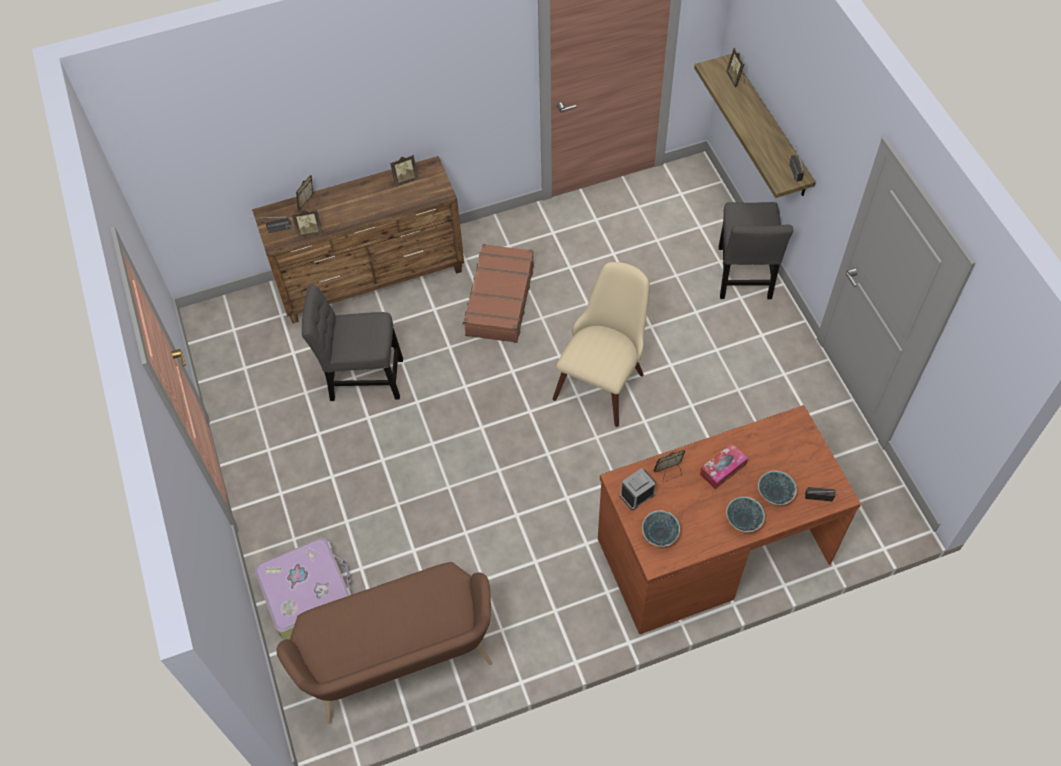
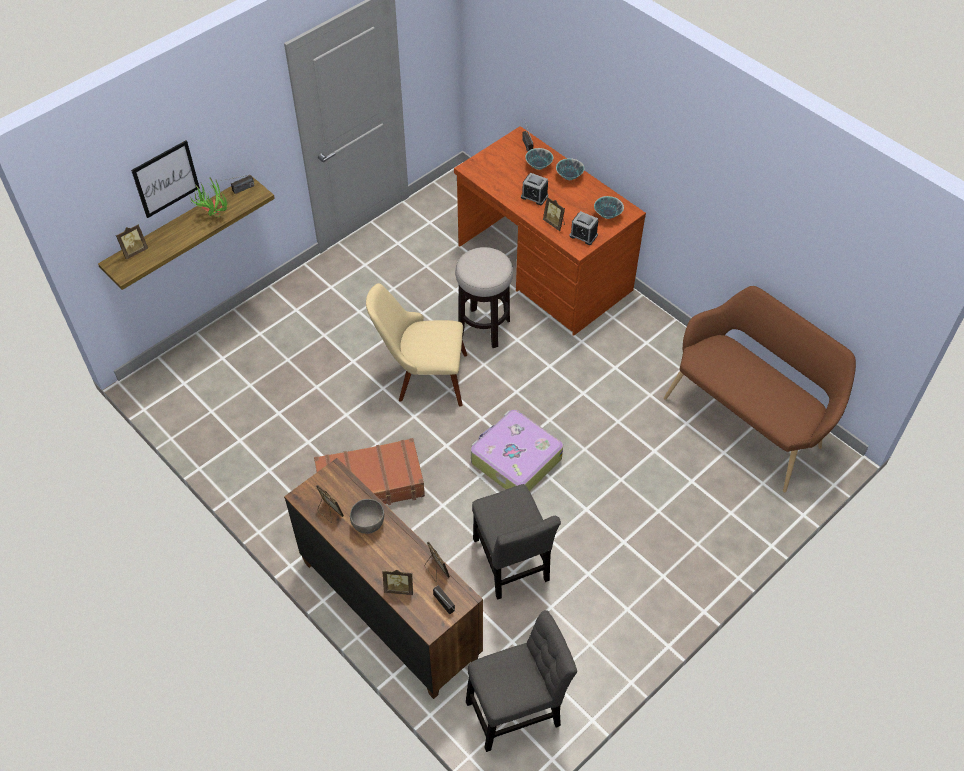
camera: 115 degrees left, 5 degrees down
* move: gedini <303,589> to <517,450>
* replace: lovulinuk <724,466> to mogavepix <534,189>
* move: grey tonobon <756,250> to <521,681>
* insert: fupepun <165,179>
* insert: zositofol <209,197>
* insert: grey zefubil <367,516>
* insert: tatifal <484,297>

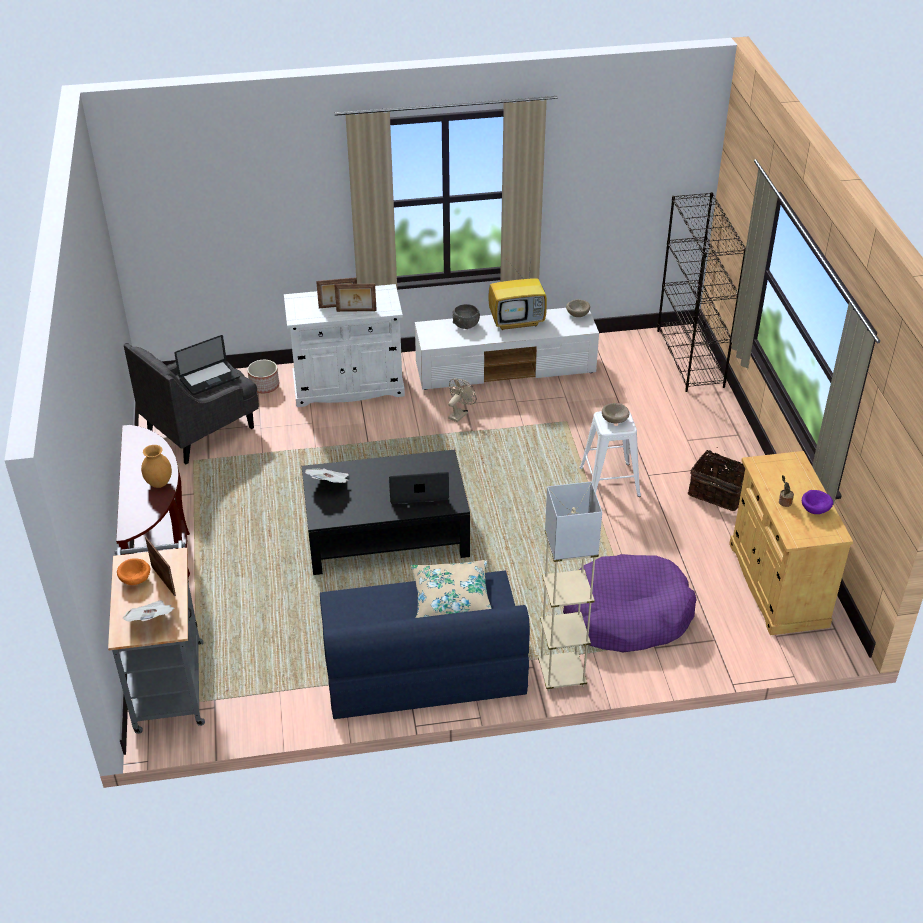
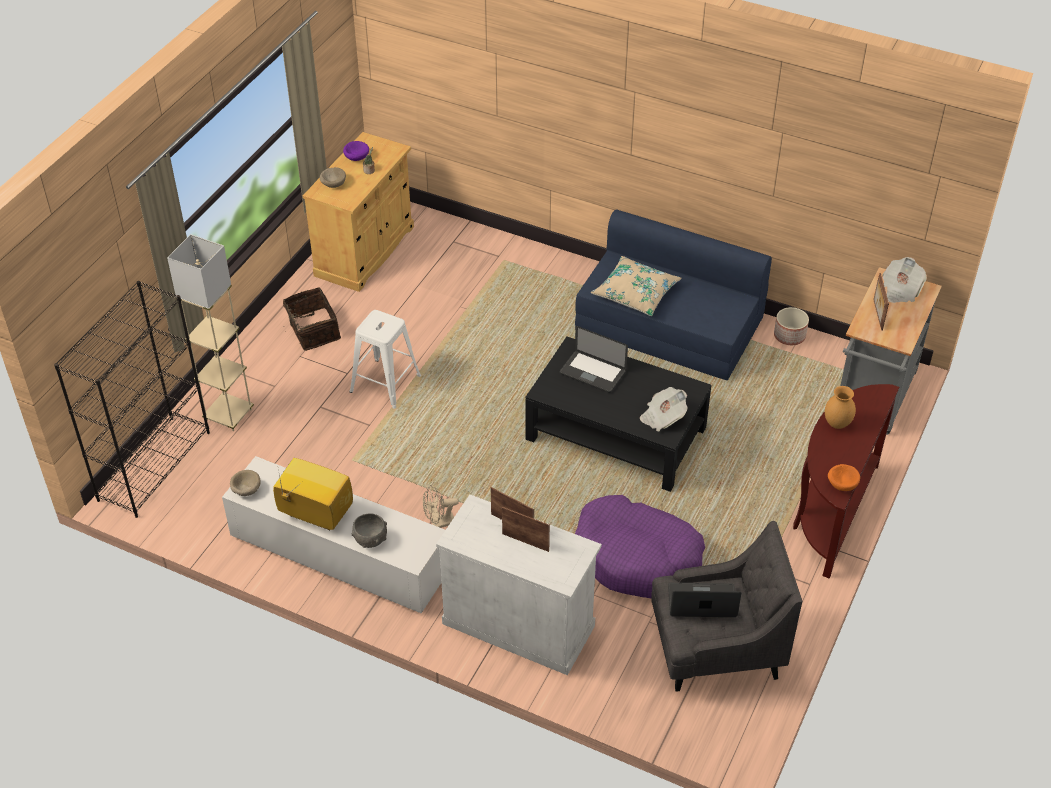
camera: 145 degrees left, 5 degrees up
* move: orange zefubil <133,571> to <844,477>
* move: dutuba <263,377> to <791,326>
* move: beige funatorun <570,586> to <210,332>
* move: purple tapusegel <630,603> to <640,546>
* move: beige zefubil <615,413> to <333,177>

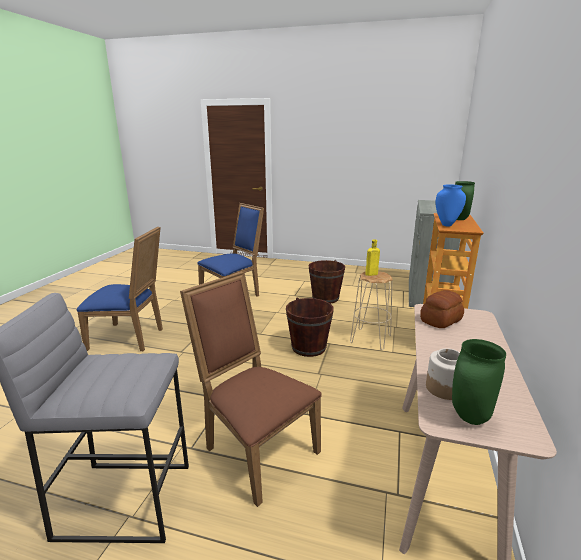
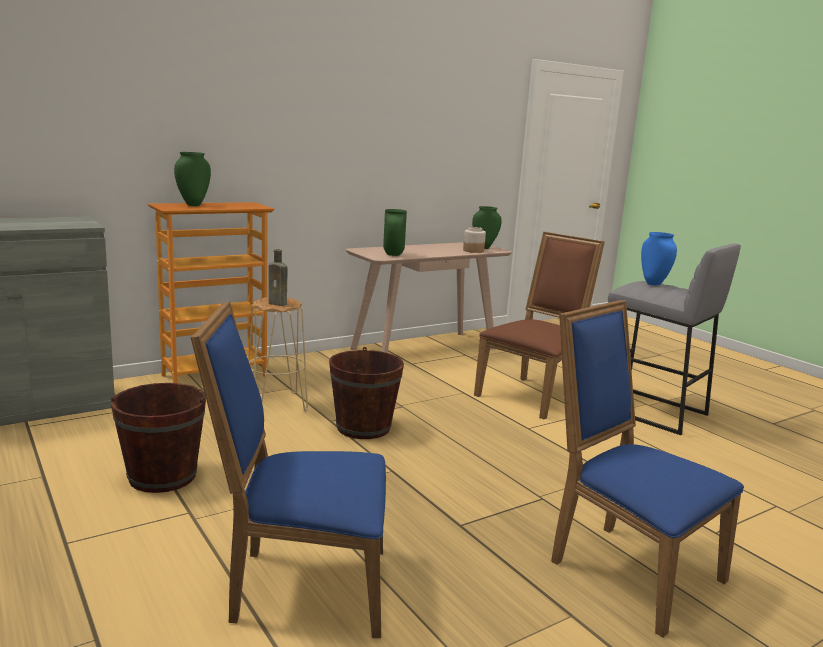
camera: 140 degrees left, 5 degrees down
* rotate: brown tonobon <251,389> = <539,325> 135 degrees counterclockwise
* recolor: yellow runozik <372,257> to brown runozik <277,277>
* replace: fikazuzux <442,309> to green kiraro <395,232>
* move: blue kiraro <450,206> to <659,259>

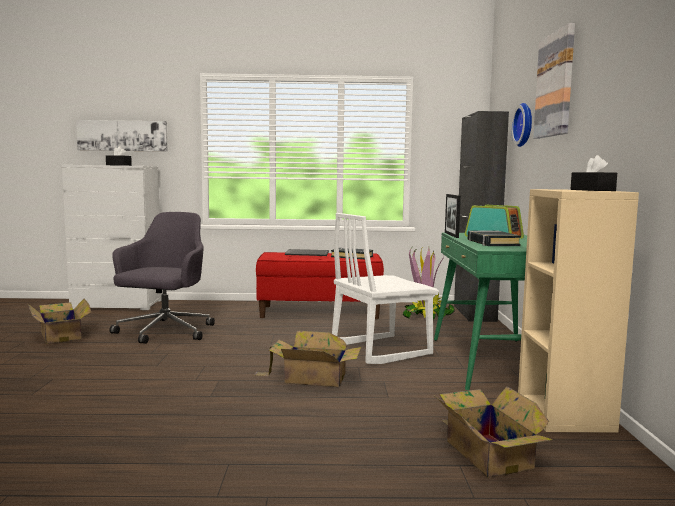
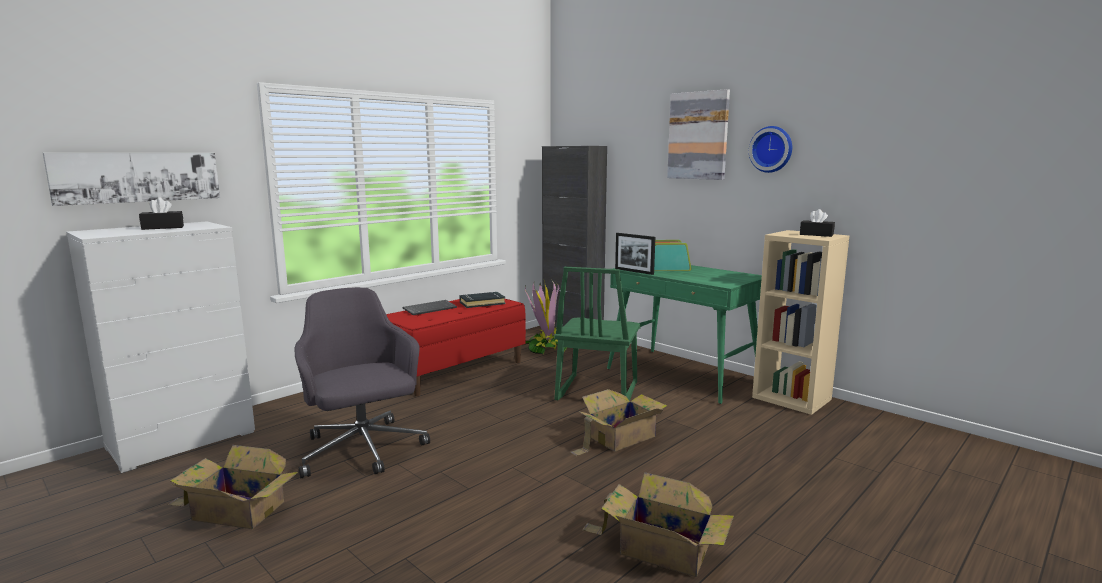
camera: 45 degrees left, 5 degrees up
* recolor: white tonobon <385,288> to green tonobon <597,334>
* move: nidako <494,431> to <658,524>
* delete: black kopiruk <494,238>
* move: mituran <522,125> to <770,149>

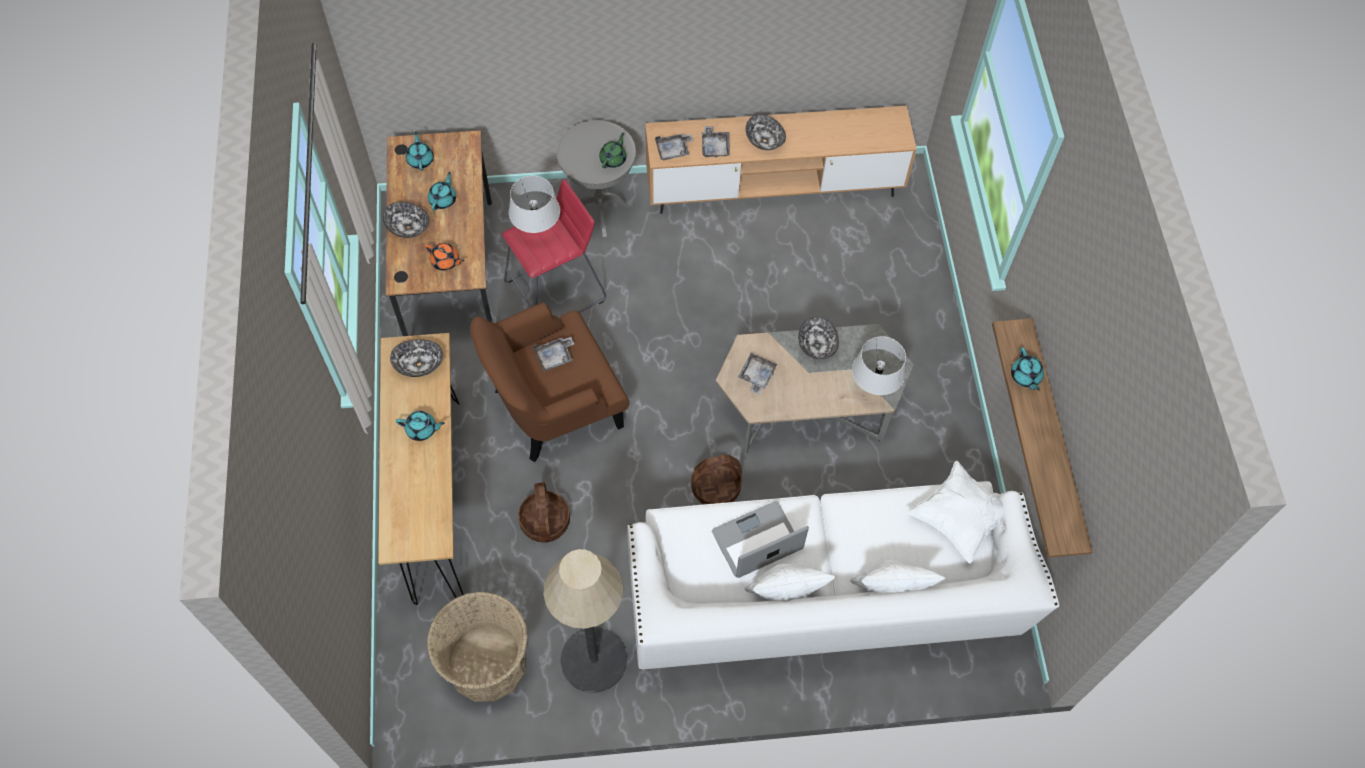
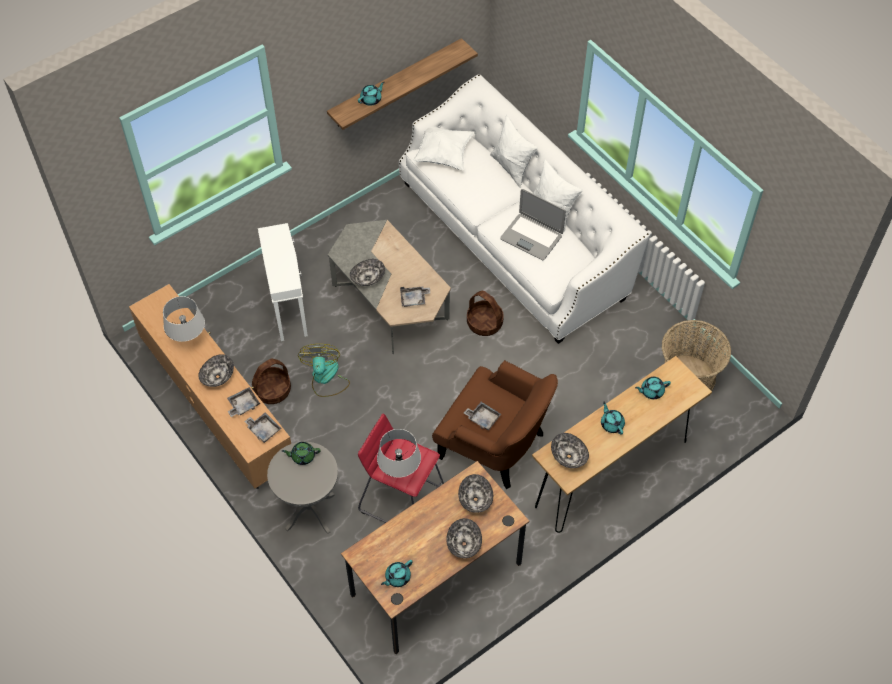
camera: 120 degrees left, 5 degrees down
* replace: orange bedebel <444,257> to zefubil <475,493>
* move: turquoise bedebel <442,191> to <653,388>
* move: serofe <544,513> to <271,381>
* delete: funatorun <585,621>
* move: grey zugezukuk <879,365> to <184,319>
* insert: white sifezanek <283,282>
* insert: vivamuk <324,370>

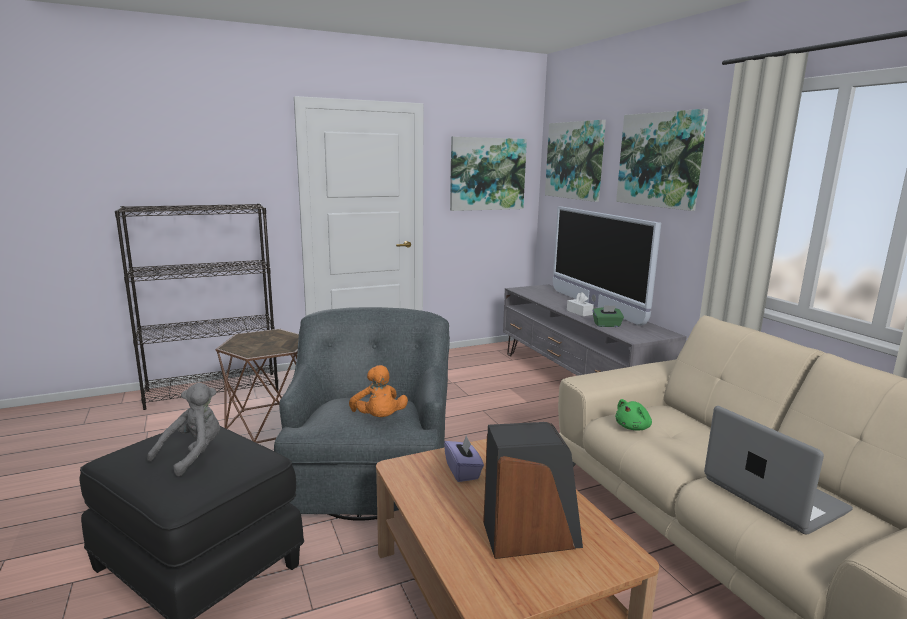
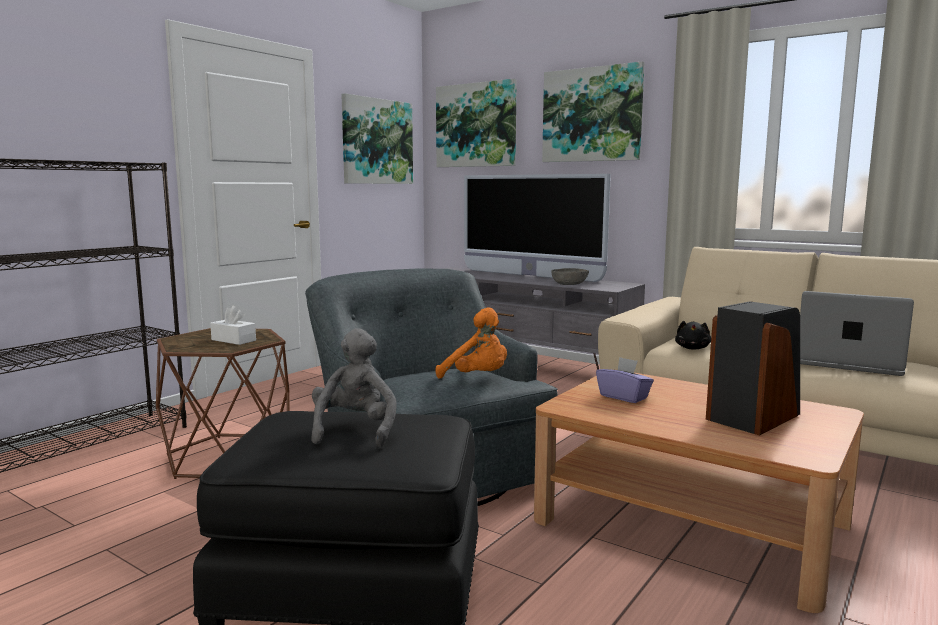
camera: 30 degrees left, 5 degrees down
* move: white lovulinuk <580,304> to <233,325>
* replace: green lovulinuk <608,316> to grey zefubil <570,276>
* recolor: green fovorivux <633,415> to black fovorivux <693,335>

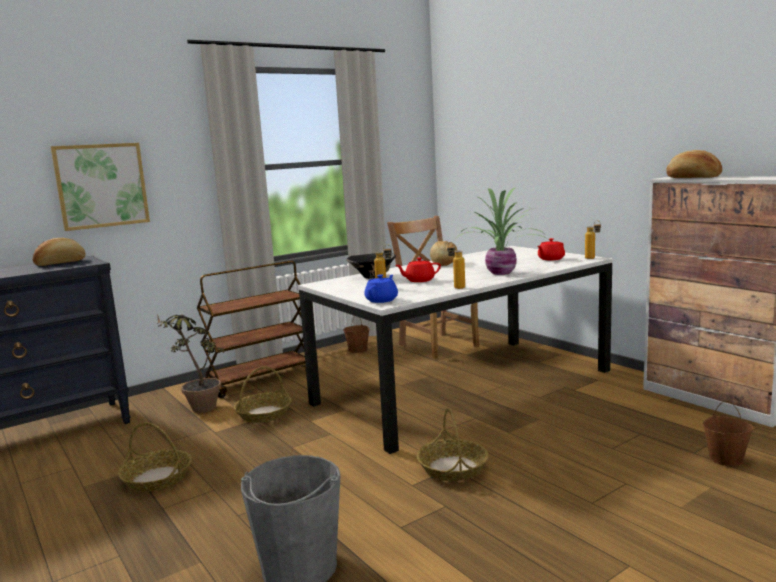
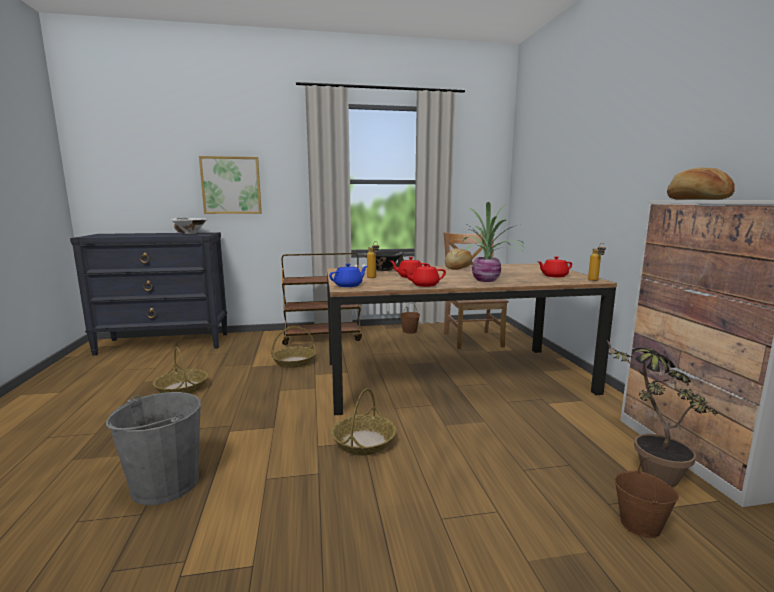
camera: 25 degrees right, 0 degrees up
* replace: fikazuzux <59,252> to white zefubil <189,226>
* move: zositofol <191,363> to <662,413>
* recolor: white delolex <455,350> to brown delolex <472,339>
* replace: runozik <456,265> to red bedebel <424,275>

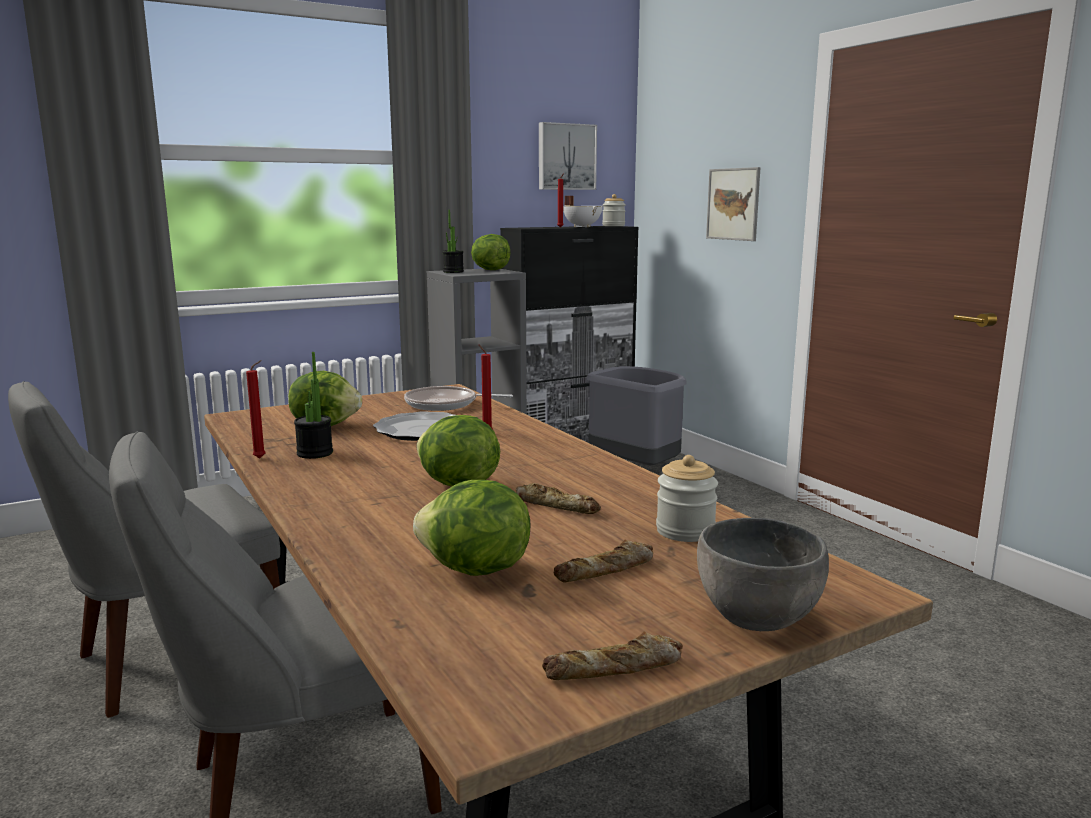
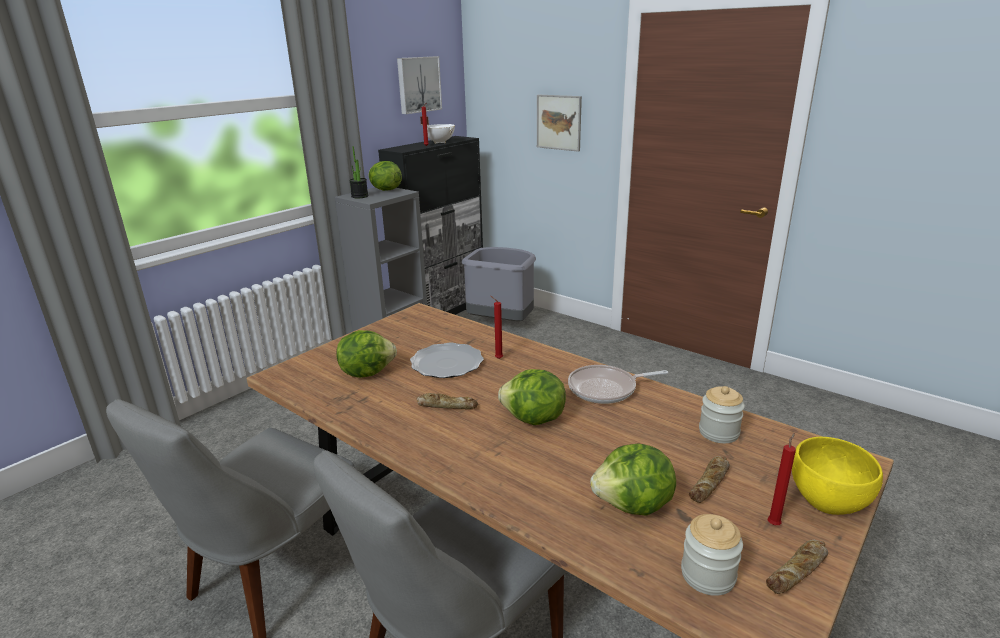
camera: 20 degrees left, 10 degrees up
* move: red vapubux <256,409> to <782,479>
* delete: zositofol <313,405>
* move: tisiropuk <458,398> to <618,384>
* move: fikazuzux <558,498> to <447,401>
* move: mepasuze <613,210> to <712,555>
* recolor: grey zefubil <763,574> to yellow zefubil <837,476>

